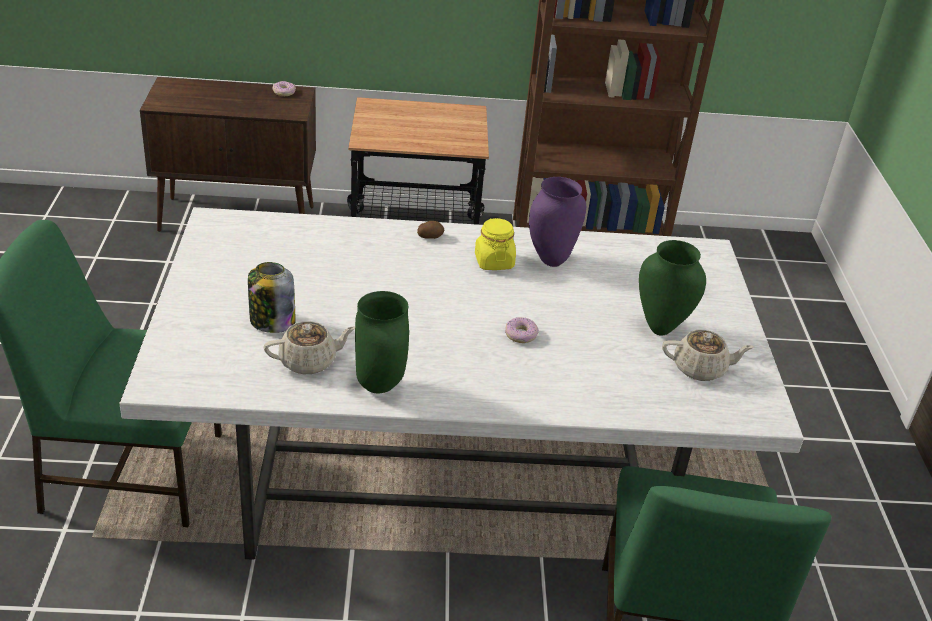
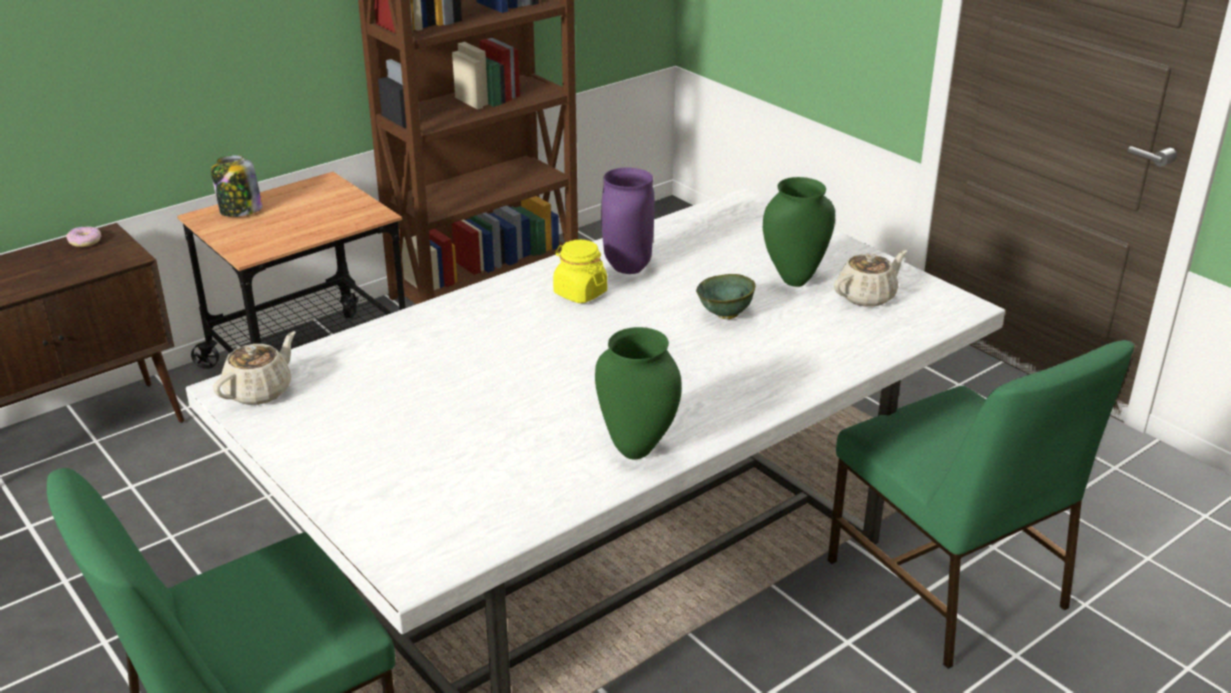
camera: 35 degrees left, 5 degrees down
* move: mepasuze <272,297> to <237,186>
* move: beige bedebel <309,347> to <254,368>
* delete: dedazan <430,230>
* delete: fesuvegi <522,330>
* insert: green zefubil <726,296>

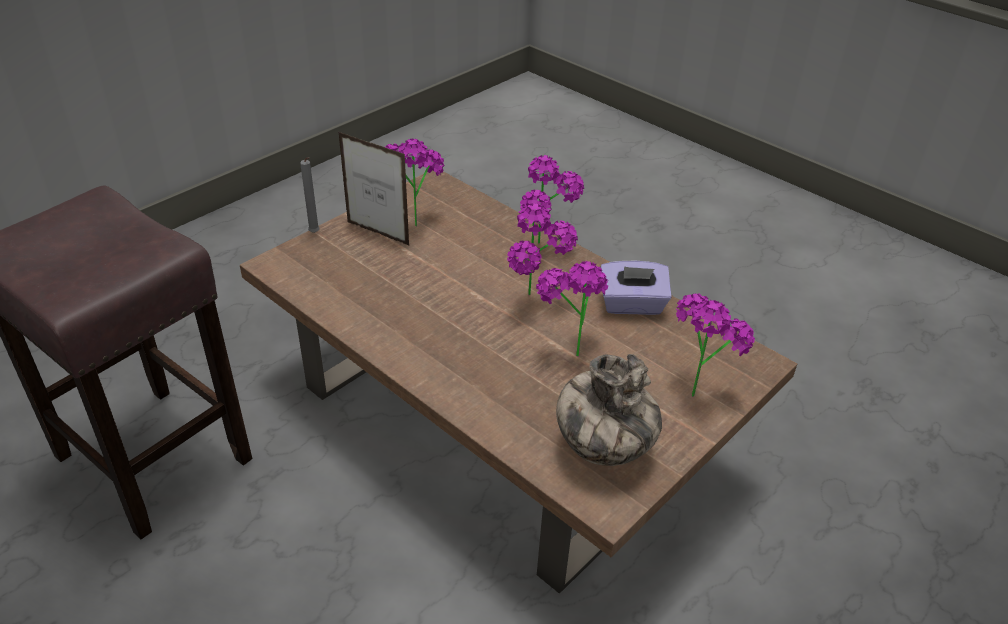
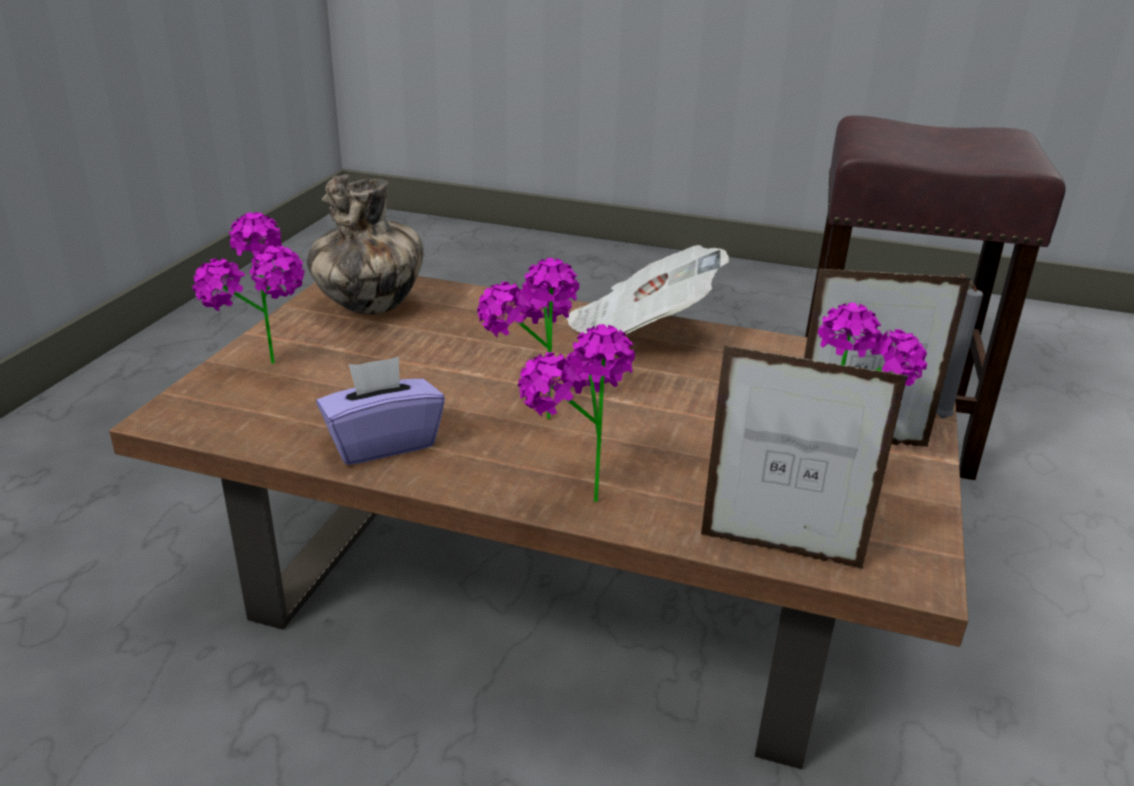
camera: 155 degrees right, 10 degrees down
* delete: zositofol <572,308>
* insert: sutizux <647,289>
* insert: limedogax <805,457>

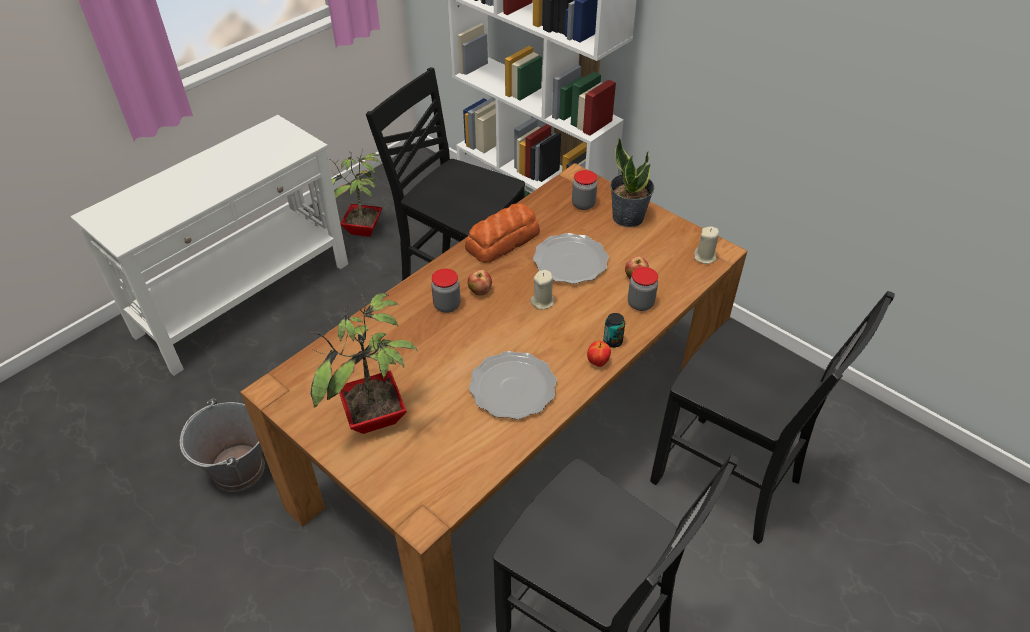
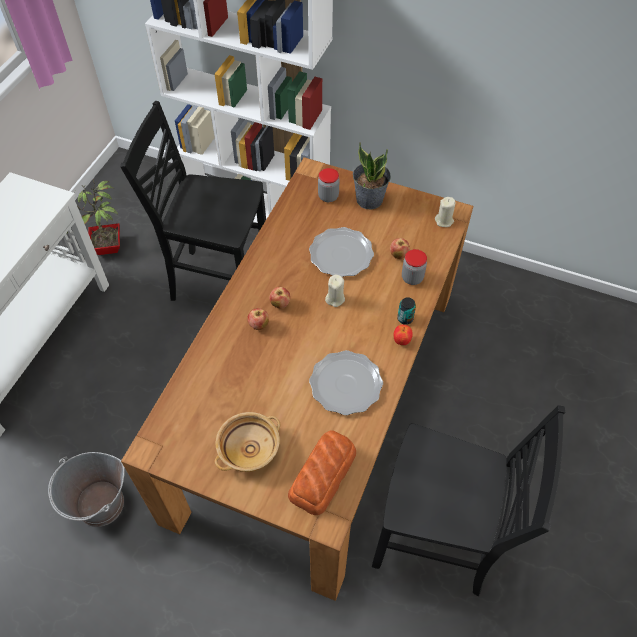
camera: 20 degrees left, 10 degrees up
* replace: zositofol <364,363> to beige zefubil <247,442>
* replace: mepasuze <445,290> to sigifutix <258,319>
* move: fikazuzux <502,233> to <322,472>
* delete: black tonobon <772,417>

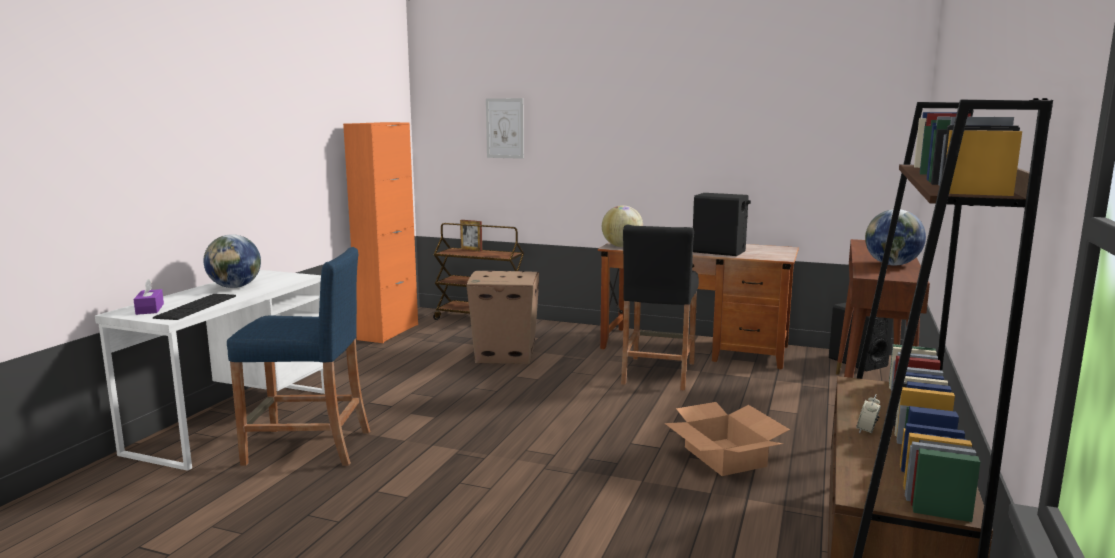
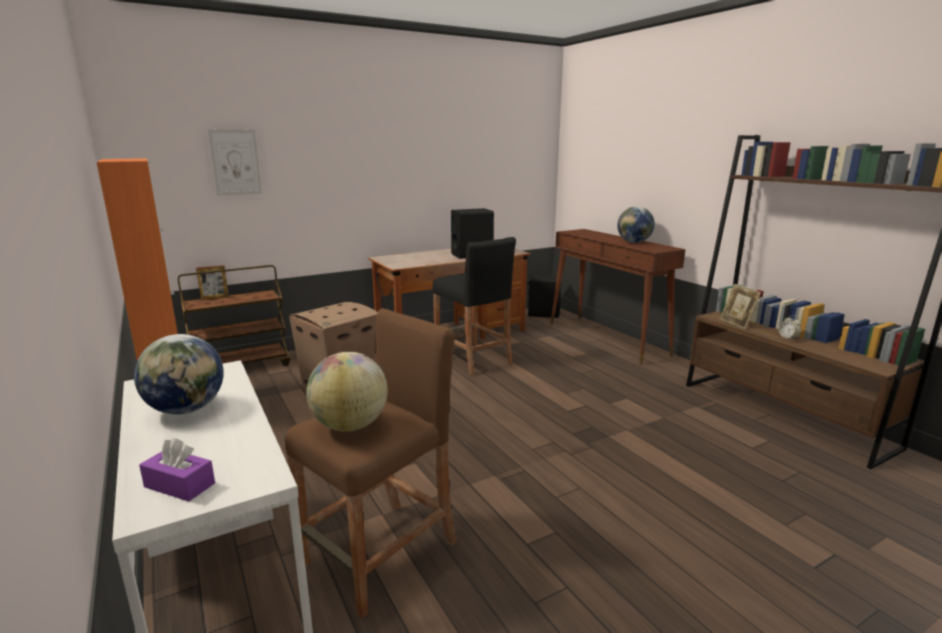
camera: 50 degrees left, 5 degrees up
* delete: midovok <194,307>
* recolor: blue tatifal <298,356> to brown tatifal <371,463>
* move: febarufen <622,226> to <347,392>
* delete: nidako <727,439>
* insert: limedogax <740,306>

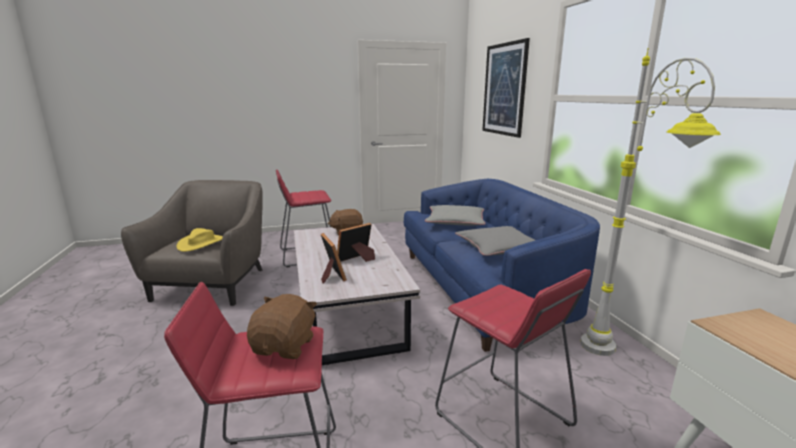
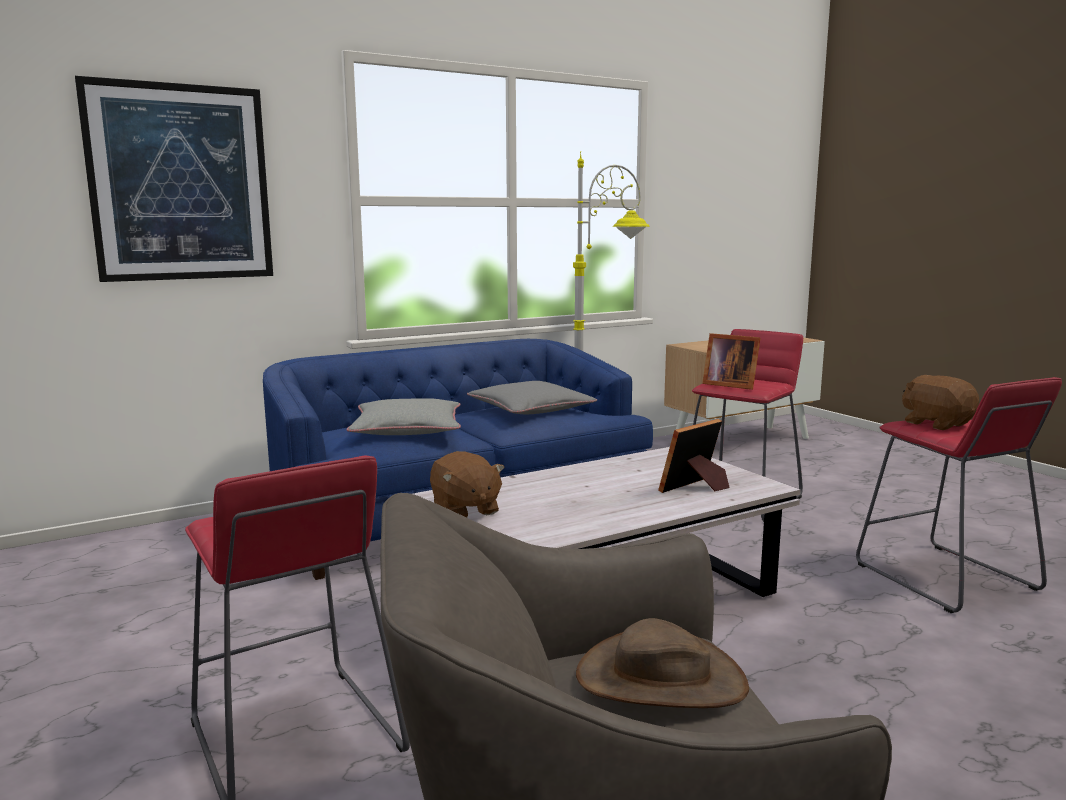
camera: 105 degrees left, 5 degrees down
* recolor: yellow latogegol <199,240> to brown latogegol <662,663>
* rotate: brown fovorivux <282,326> = <940,402> 60 degrees clockwise
* move: limedogax <356,242> to <731,361>

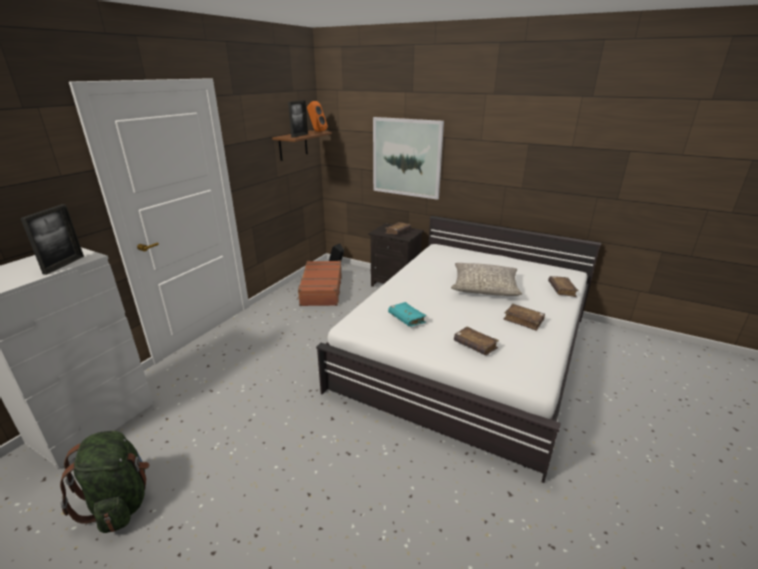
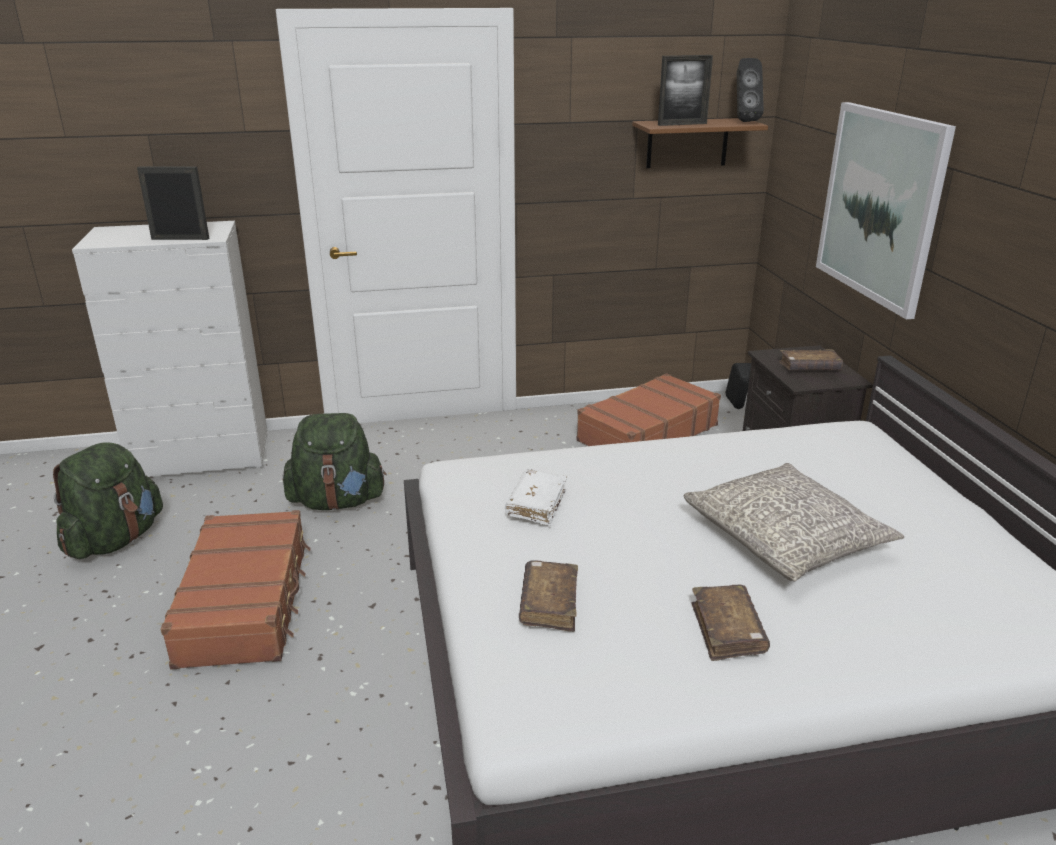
camera: 50 degrees right, 0 degrees up
* rotate: limedogax <52,239> = <173,203> 150 degrees counterclockwise
* recolor: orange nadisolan <317,116> to black nadisolan <750,90>
* recolor: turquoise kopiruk <407,314> to white kopiruk <536,497>
* delete: brown kopiruk <563,286>
* insert: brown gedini <235,590>
* insert: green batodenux <335,461>

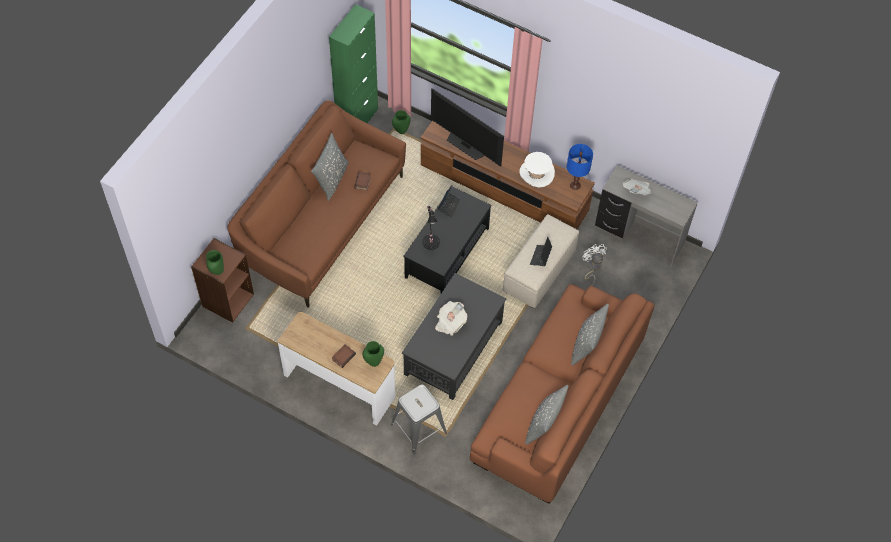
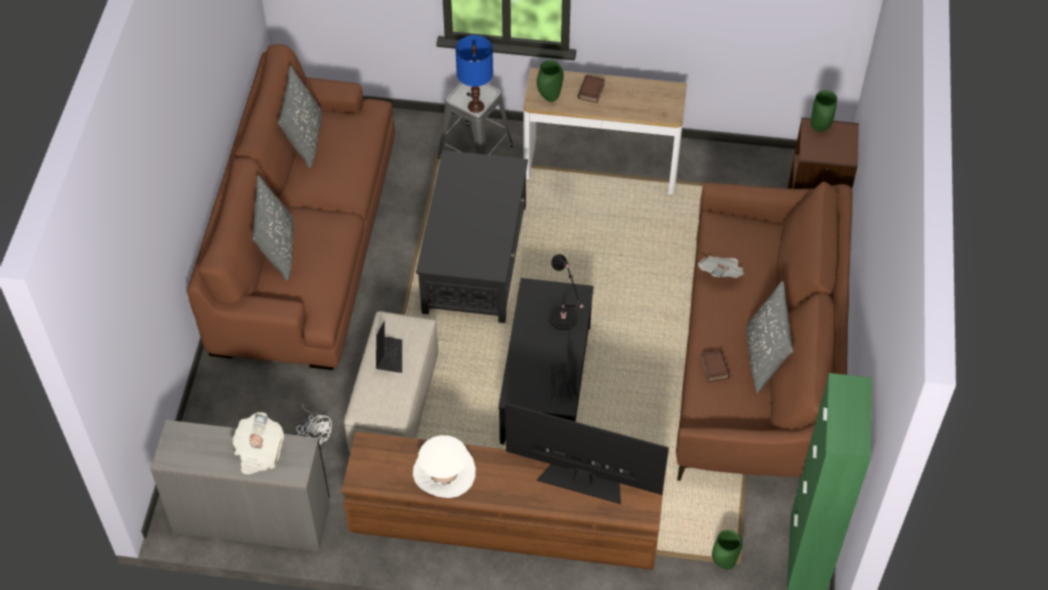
camera: 160 degrees right, 5 degrees down
* move: sutizux <451,318> to <721,267>
* move: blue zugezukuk <580,167> to <474,74>

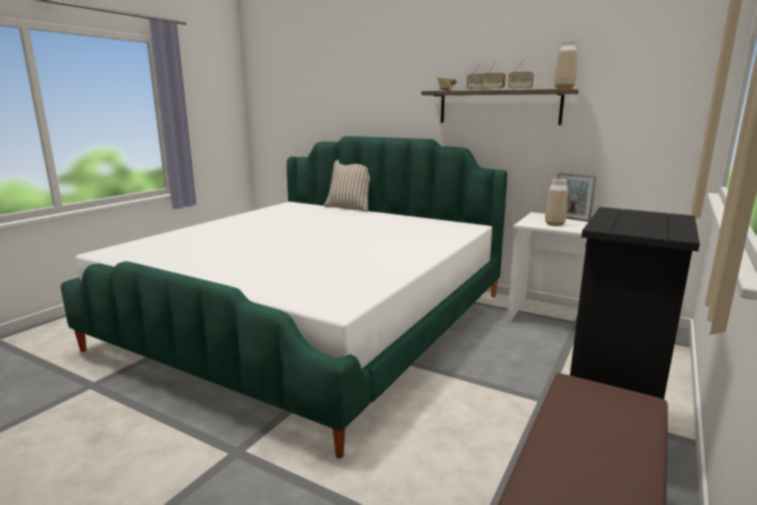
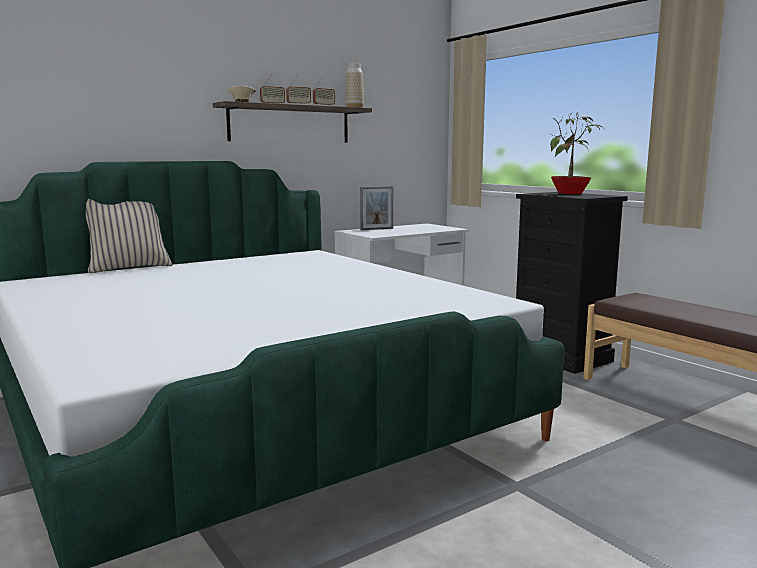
camera: 65 degrees left, 5 degrees down
* delete: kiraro <556,202>
* insert: zositofol <577,153>

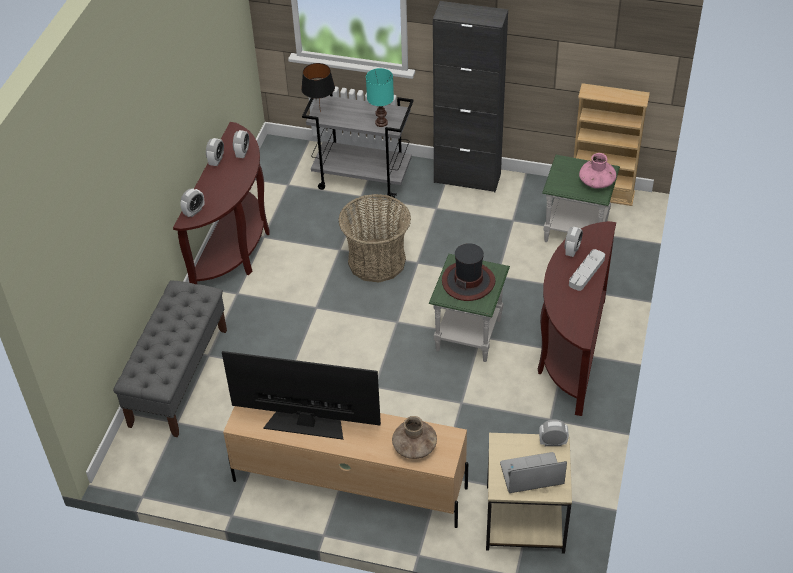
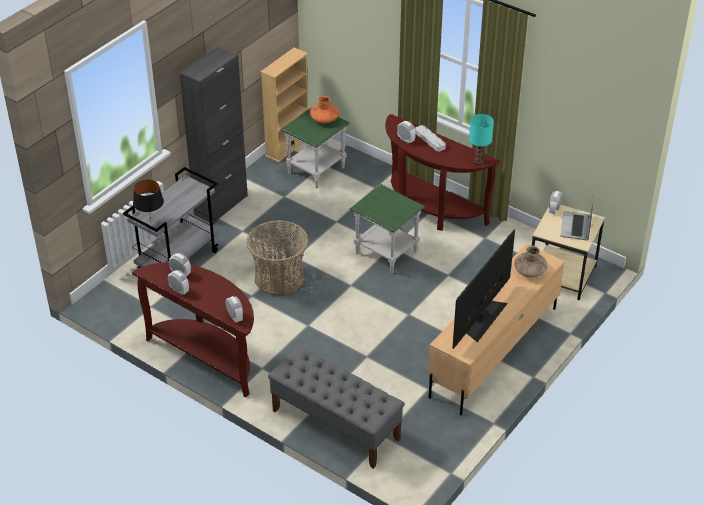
camera: 70 degrees left, 5 degrees down
* move: turquoise zugezukuk <380,97> to <481,139>
* delete: latogegol <468,272>
* recolor: pink kiraro <597,170> to orange kiraro <324,109>

